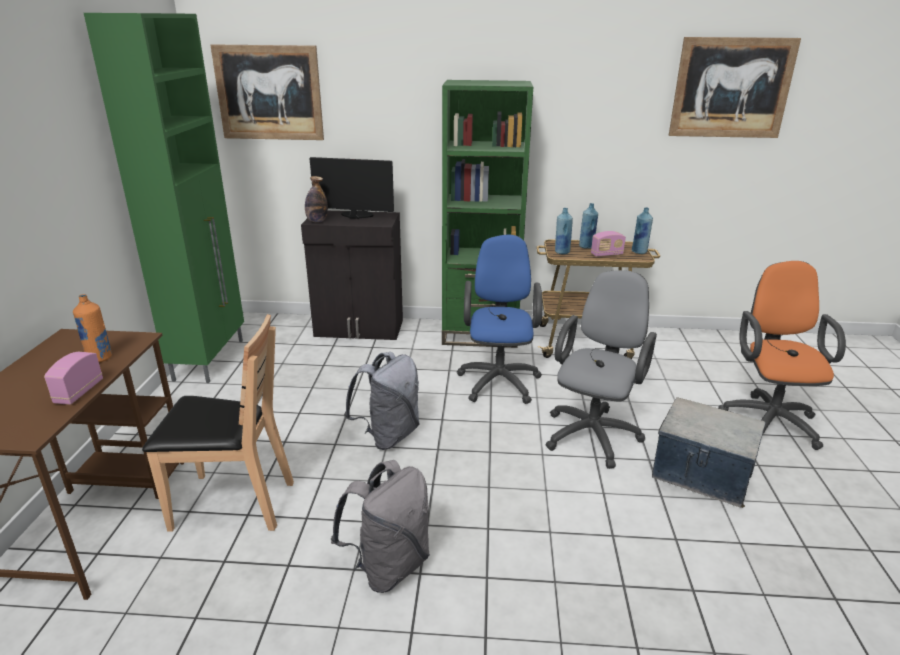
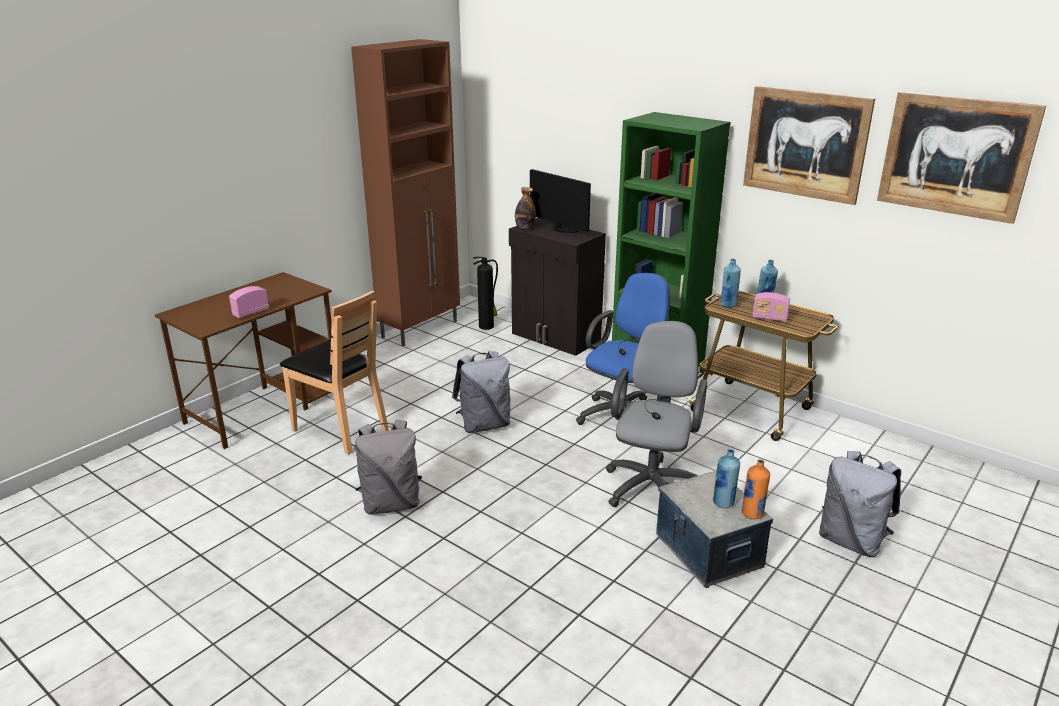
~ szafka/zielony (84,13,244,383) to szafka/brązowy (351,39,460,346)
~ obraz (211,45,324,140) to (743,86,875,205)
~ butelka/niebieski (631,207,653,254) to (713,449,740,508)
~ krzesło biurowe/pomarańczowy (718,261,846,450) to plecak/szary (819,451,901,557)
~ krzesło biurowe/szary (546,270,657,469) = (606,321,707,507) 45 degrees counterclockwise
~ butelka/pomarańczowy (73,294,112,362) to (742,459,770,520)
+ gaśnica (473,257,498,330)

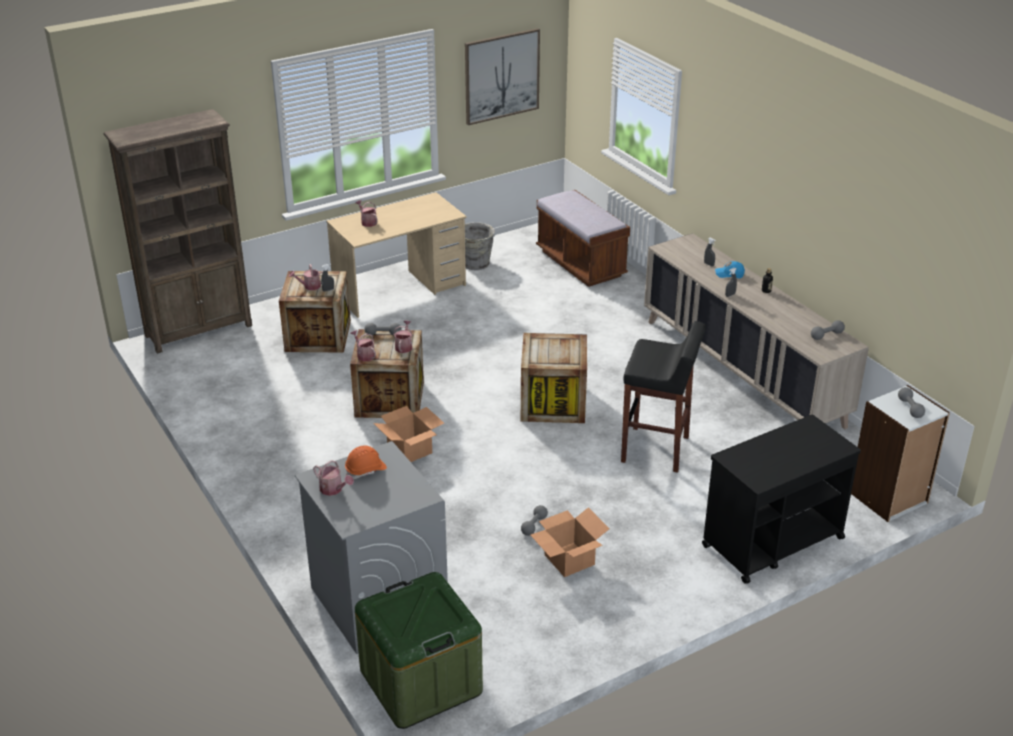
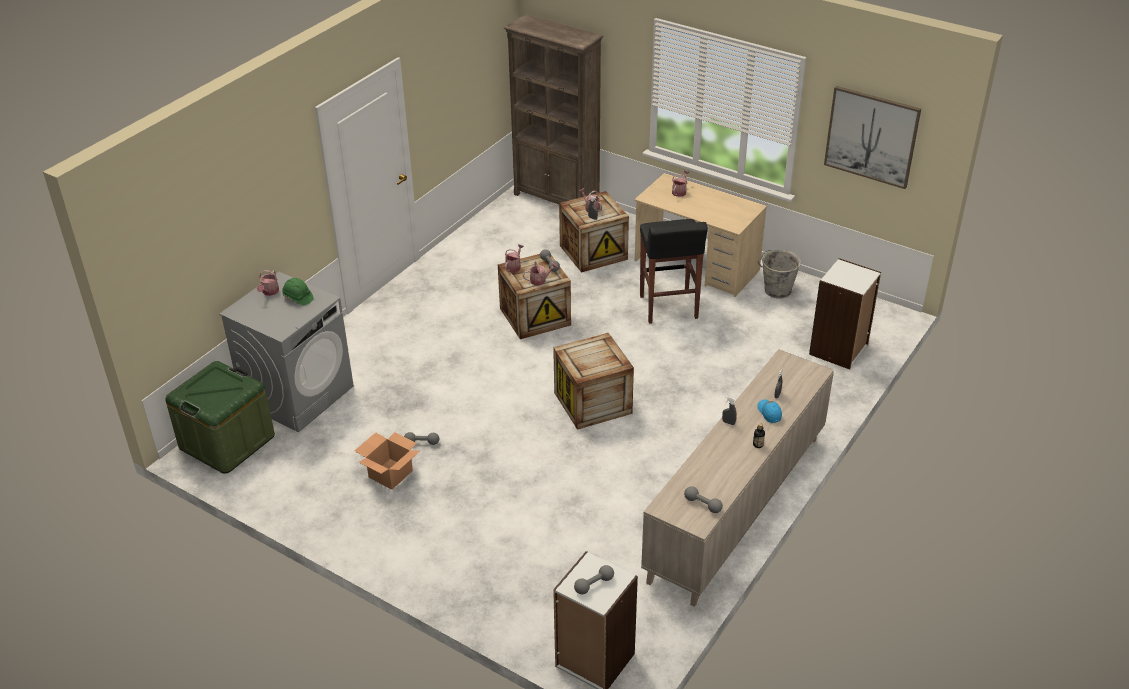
~ ławka/brązowy (536,190,630,287) to regał/biały (809,258,881,370)
~ stołek/czarny (621,321,706,473) to (640,219,708,324)
- karton (373,406,444,462)
- wózek/czarny (702,415,861,584)
~ kask/pomarańczowy (345,446,387,479) to kask/zielony (282,278,314,305)

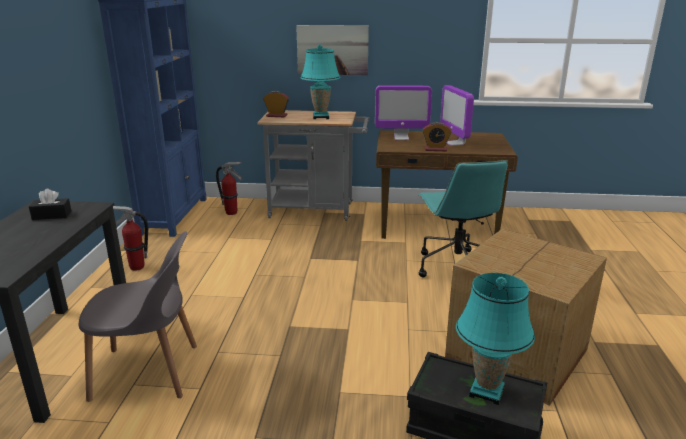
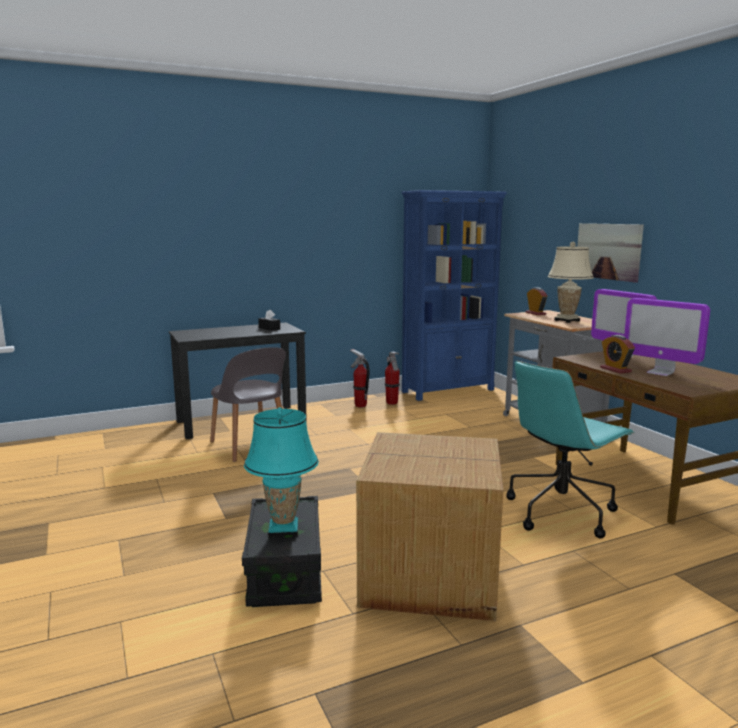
~ lampa stołowa/turkusowy (301,45,340,119) to lampa stołowa/beżowy (547,242,594,323)
~ monitor (440,85,474,146) = (624,298,710,376) 90 degrees counterclockwise
~ gaśnica (216,162,242,215) to (385,352,400,405)

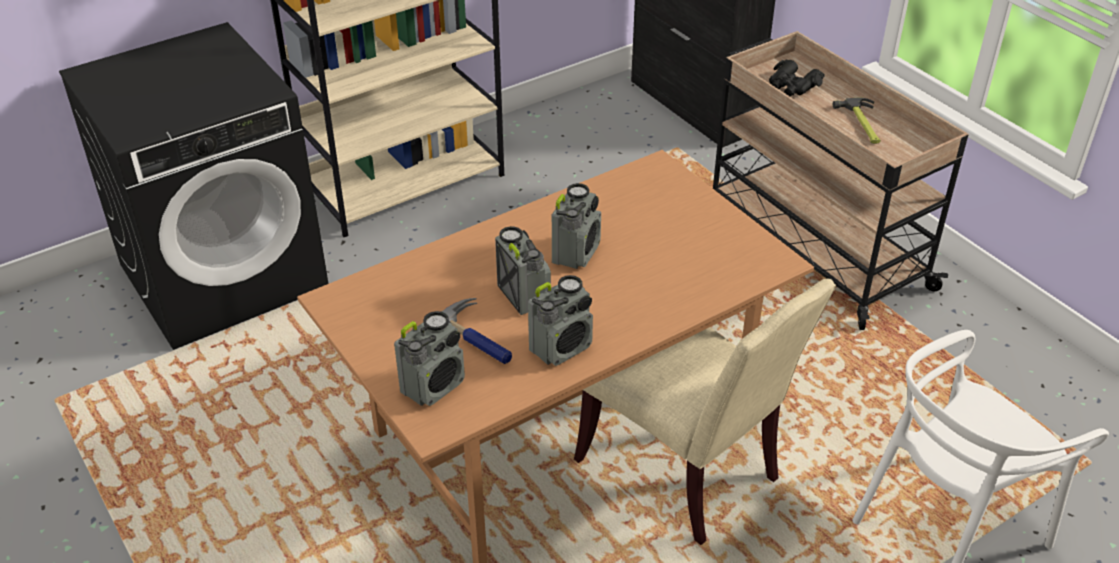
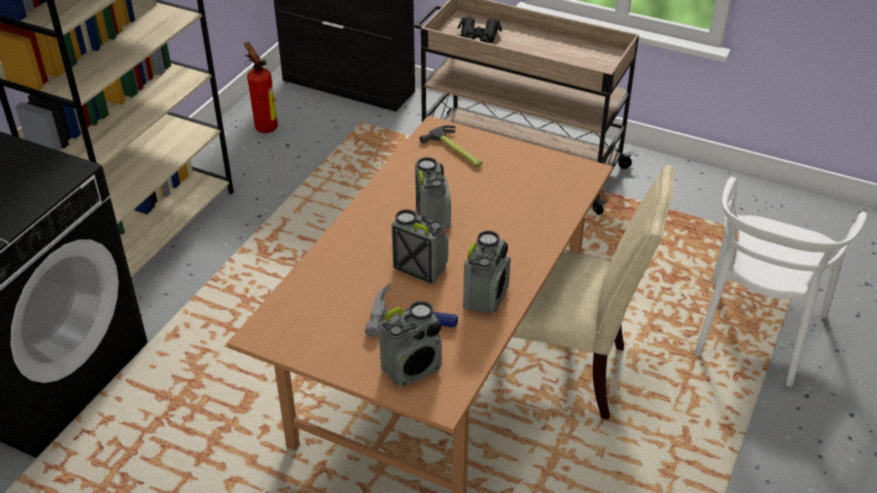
~ młotek (833,98,881,144) to (419,125,483,167)
~ radio (394,311,465,406) = (379,301,442,387) 45 degrees clockwise
+ gaśnica (244,41,278,133)

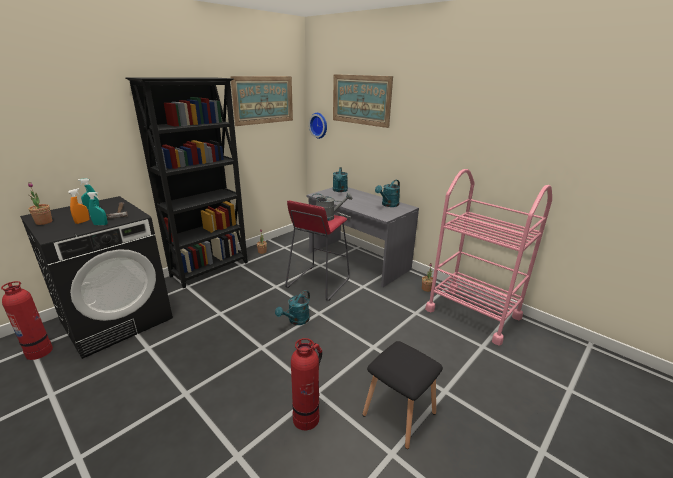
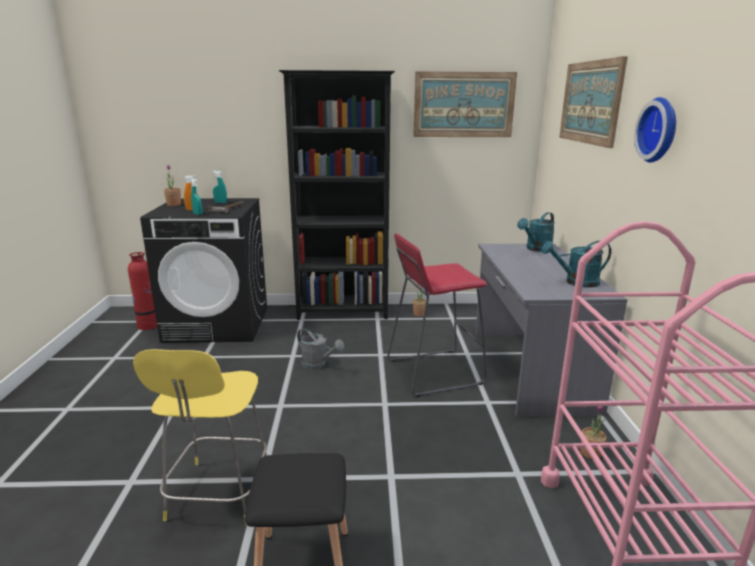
~ zegar ścienny (309,113,327,139) to (634,97,676,163)
~ konewka/szary (310,192,352,221) to (297,328,345,370)
- konewka/turkusowy (275,290,310,325)
~ gaśnica (291,338,322,431) to stołek/żółty (133,349,267,525)

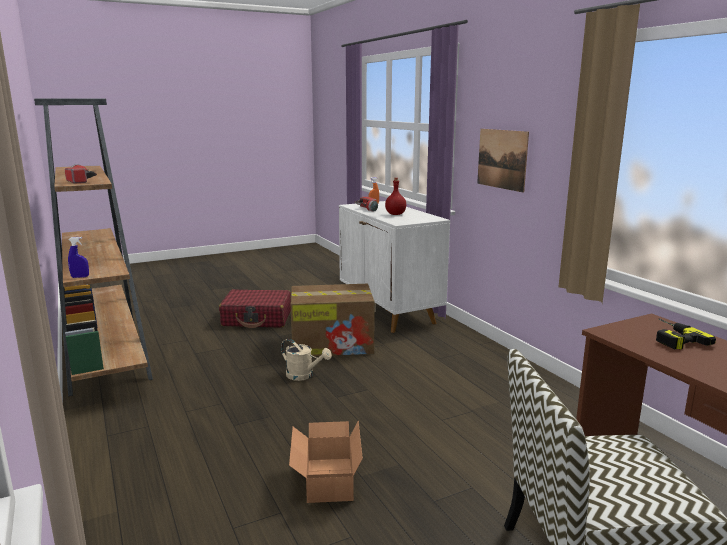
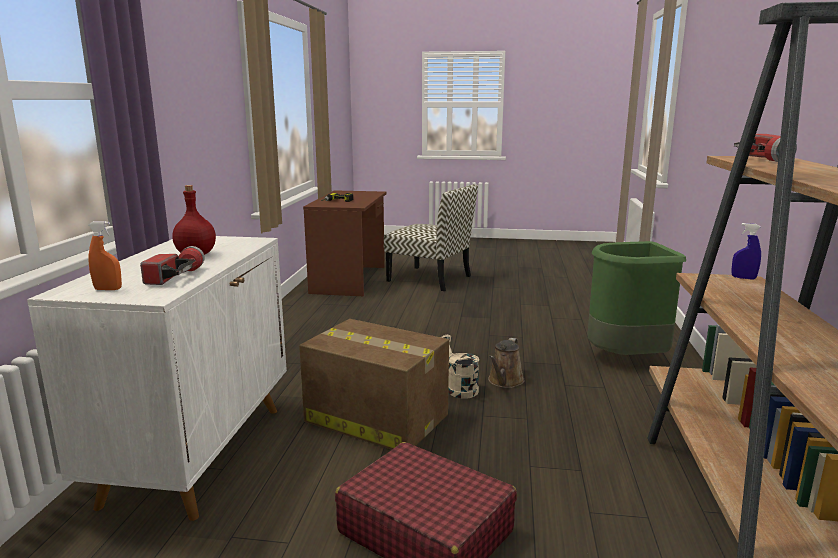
- obraz (477,129,529,193)
- karton (289,421,363,503)
+ kosz na śmieci/zielony (587,241,686,355)
+ konewka/brązowy (488,338,525,388)

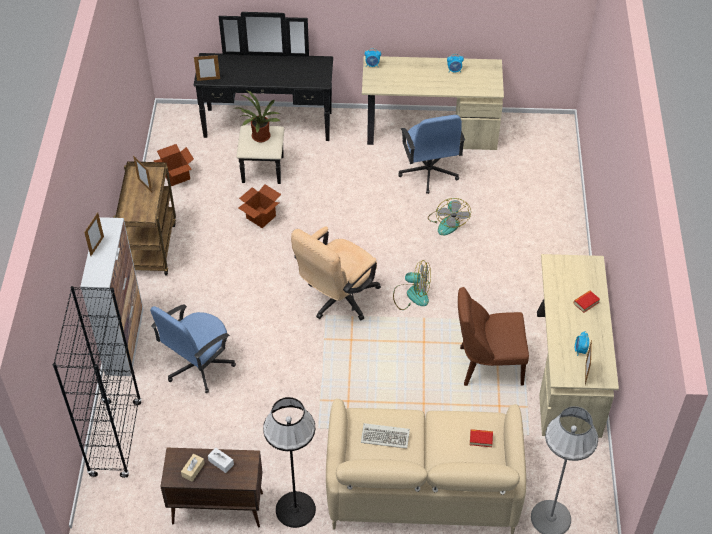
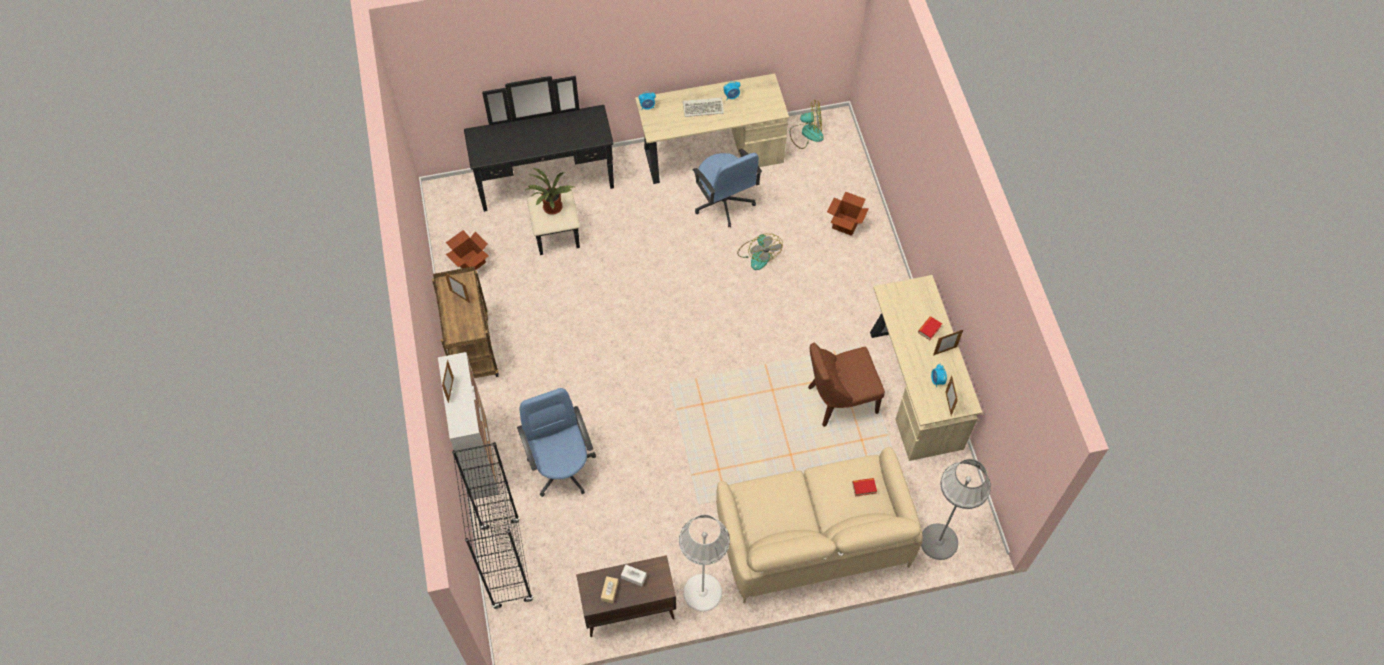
~ ramka na zdjęcie (194,55,220,81) to (933,330,963,356)
~ karton (238,184,281,228) to (827,191,869,236)
- krzesło biurowe/beżowy (291,226,381,320)
~ wentylator (393,260,431,310) to (790,100,824,149)
~ krzesło biurowe/niebieski (150,304,236,393) = (517,388,596,497) 135 degrees clockwise
~ lampa stojąca/czarny (263,397,316,528) to lampa stojąca/biały (679,514,730,612)
~ klawiatura (361,423,410,449) to (683,97,724,117)

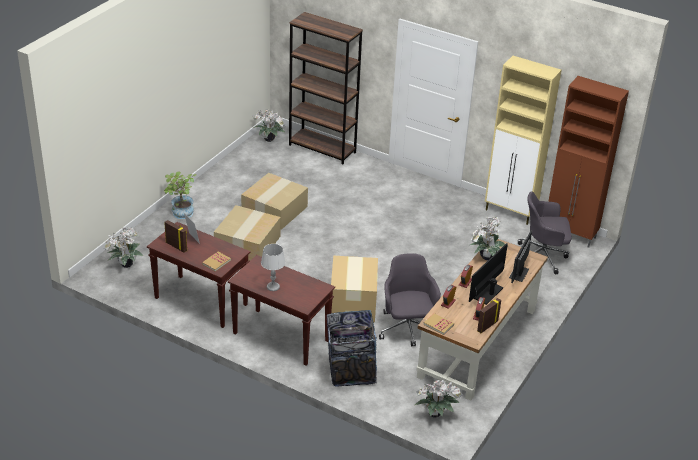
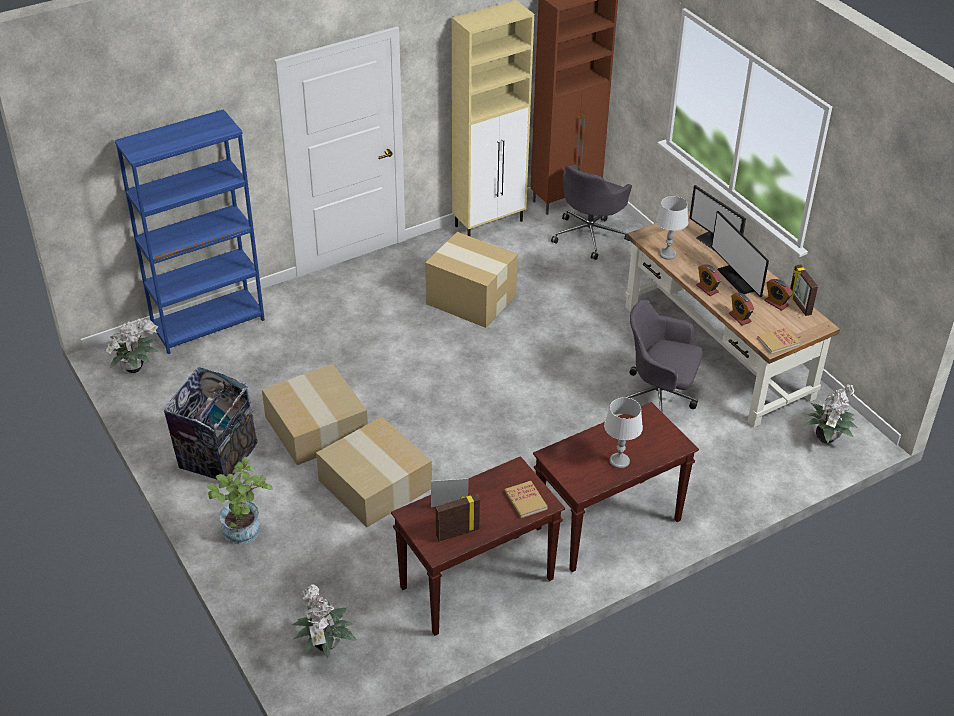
~ regał/brązowy (289,12,363,164) to regał/niebieski (115,109,265,354)
~ roślina doniczkowa (470,216,509,260) to lampa stołowa/szary (656,196,688,260)
~ karton (331,256,378,322) to (425,232,518,328)
~ kosz na śmieci (327,310,377,387) to (164,367,258,480)

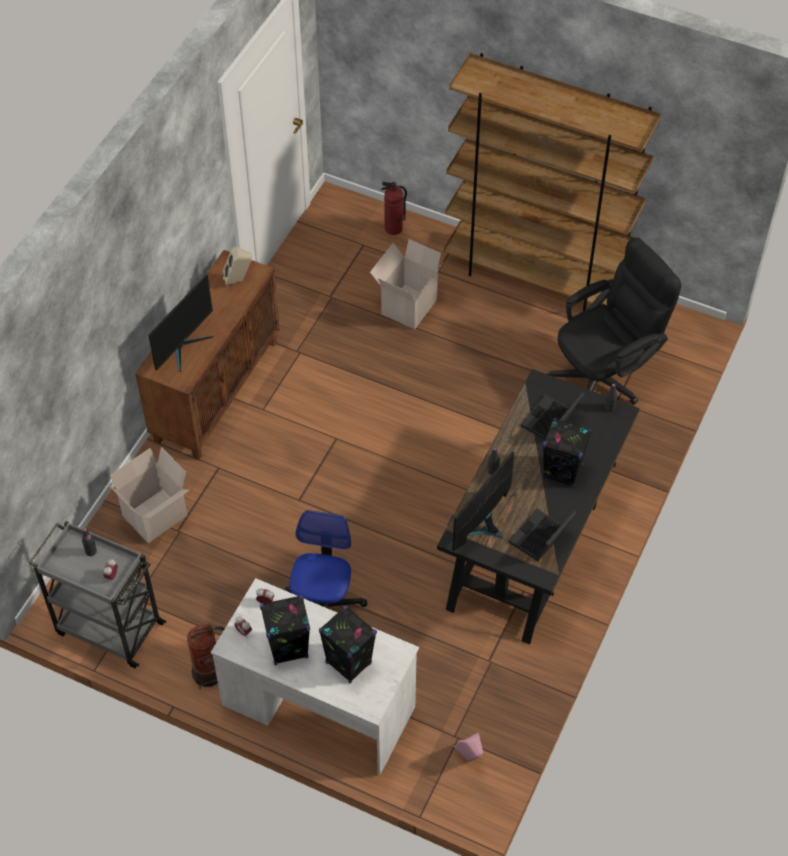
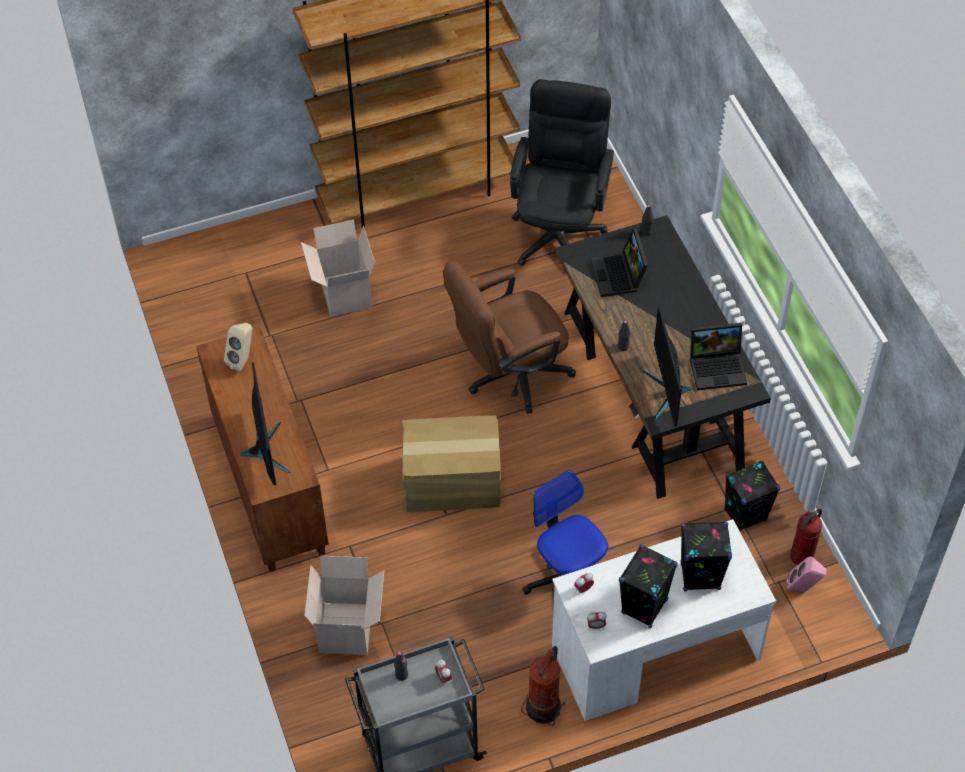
~ gaśnica (381,182,407,235) to (790,509,822,565)
~ głośnik/czarny (543,418,592,487) to (724,461,780,531)
~ laptop (508,509,577,561) = (690,323,747,390) 90 degrees counterclockwise
+ krzesło biurowe/brązowy (443,260,576,414)
+ karton (401,416,501,512)

